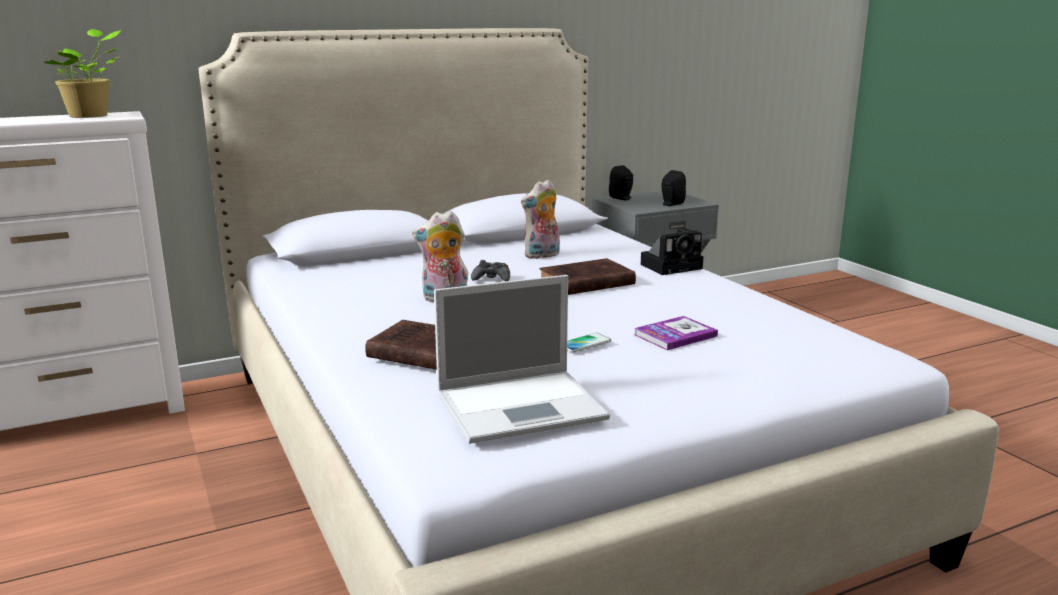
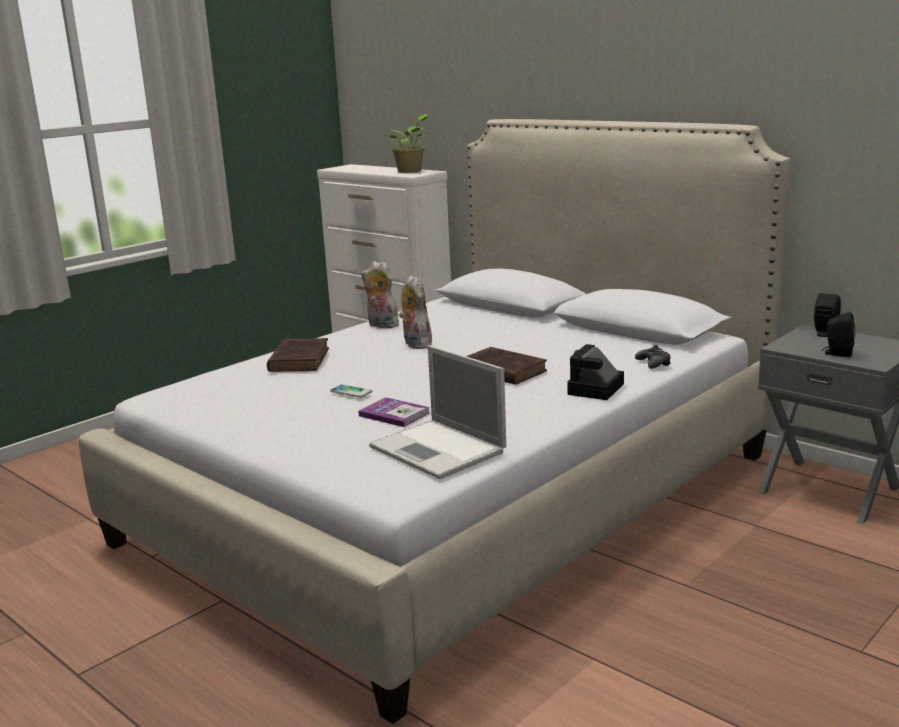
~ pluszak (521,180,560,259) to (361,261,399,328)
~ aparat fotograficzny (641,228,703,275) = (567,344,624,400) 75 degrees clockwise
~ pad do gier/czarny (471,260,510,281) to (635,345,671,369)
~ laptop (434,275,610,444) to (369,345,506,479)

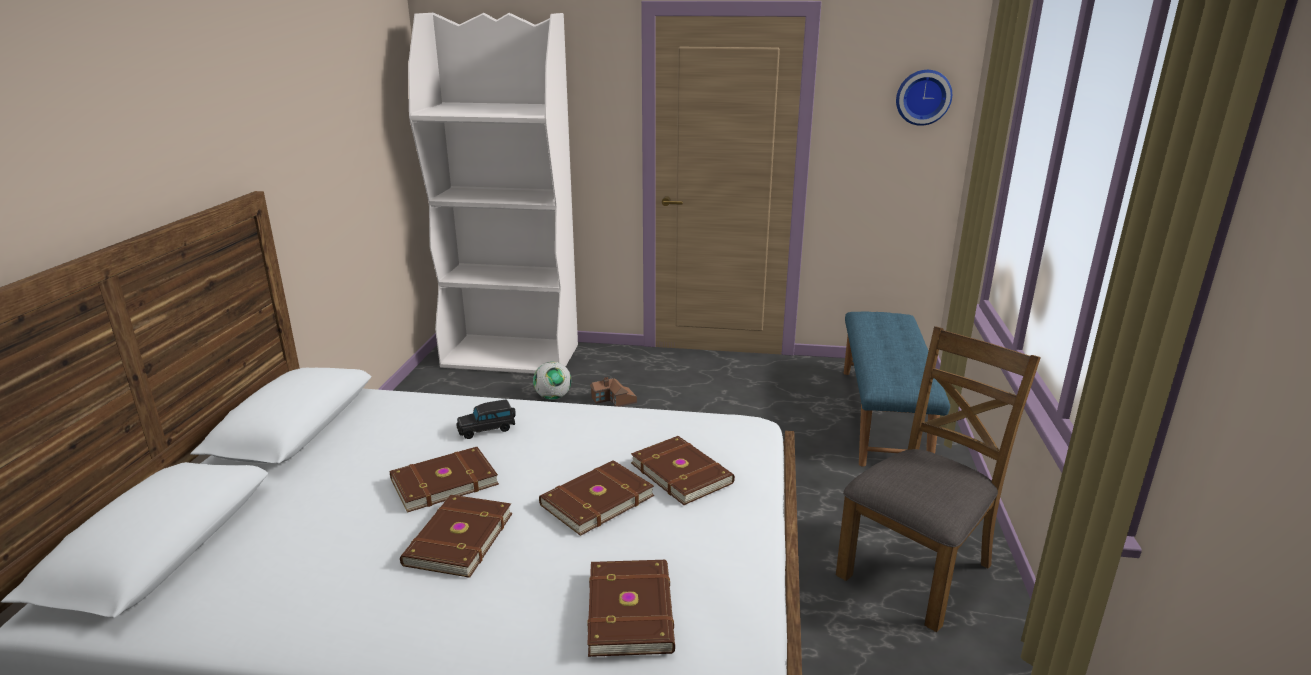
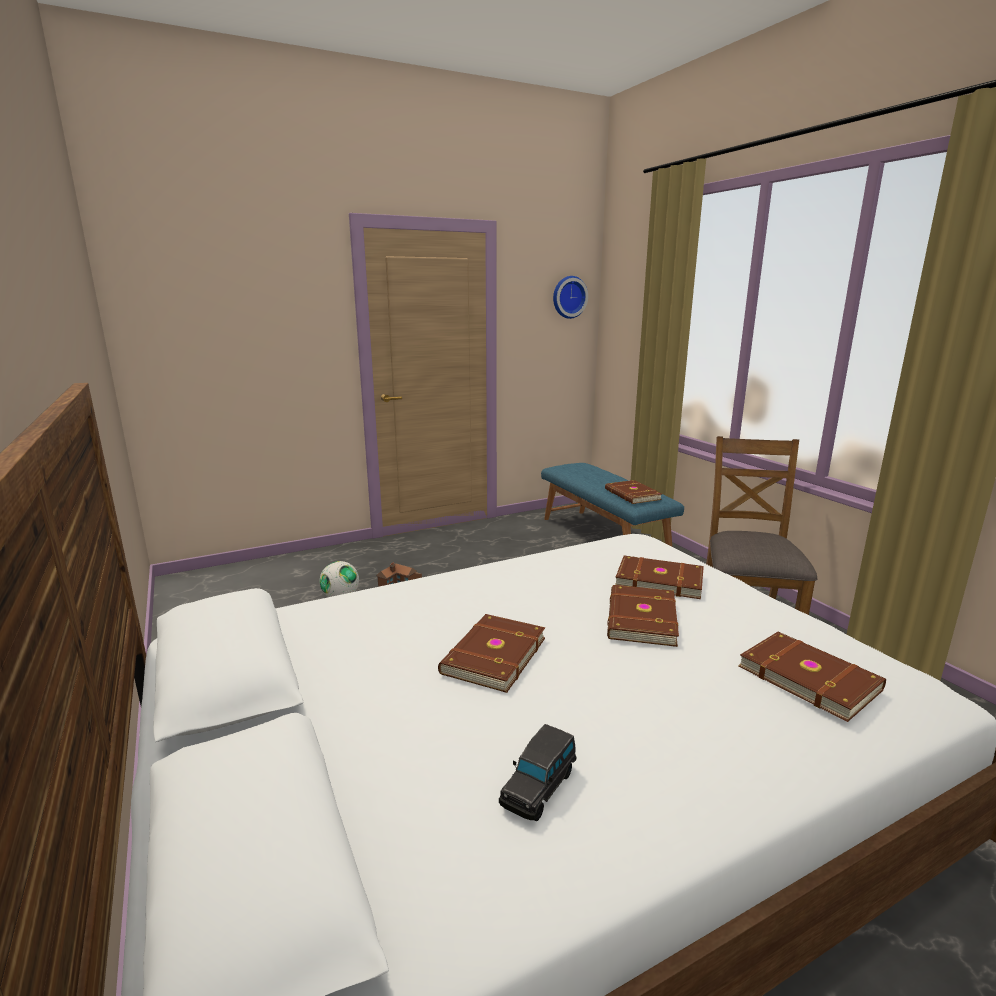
- regał/biały (408,13,578,374)
~ samochodzik/czarny (456,399,516,439) to (499,724,576,821)
~ książka/brązowy (400,495,512,578) to (605,480,662,504)

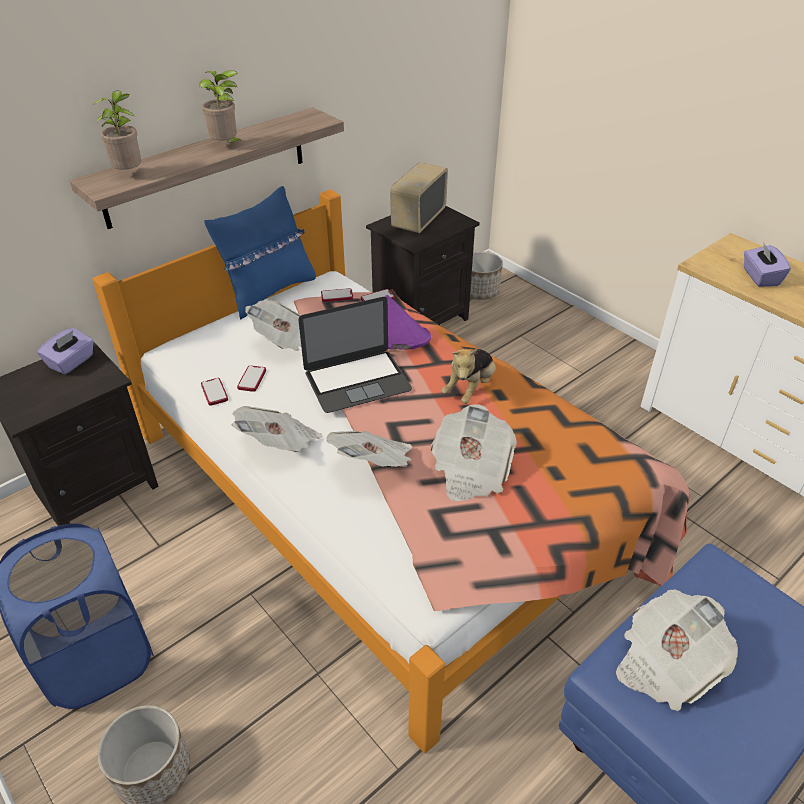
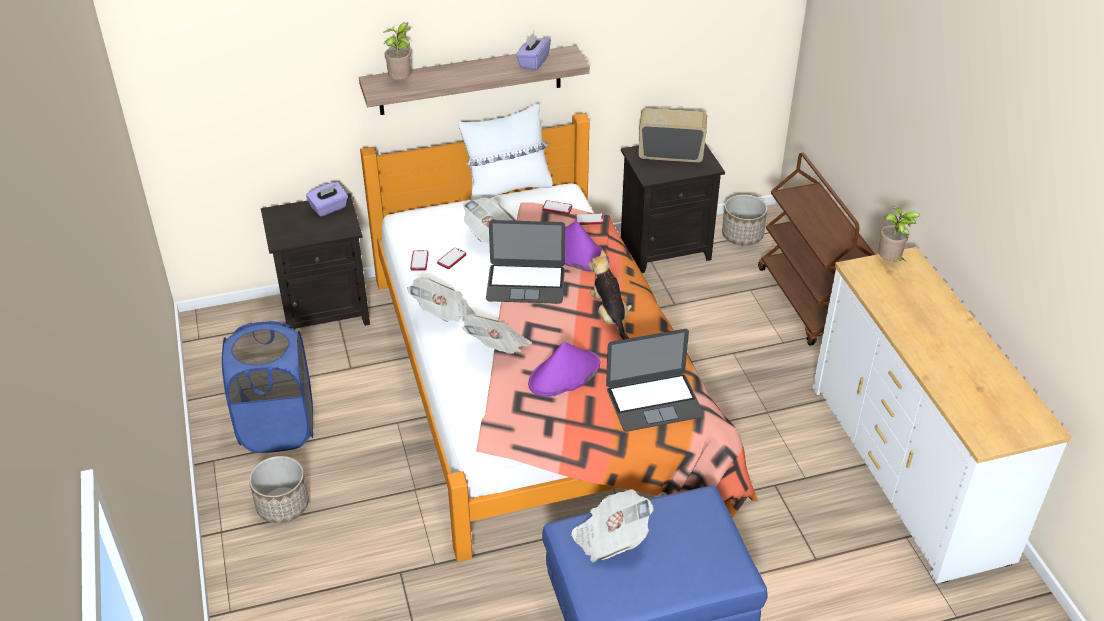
~ roślina doniczkowa (199,70,243,143) to (878,206,920,262)
~ radio (390,162,448,233) = (639,108,707,163) 45 degrees clockwise
~ poduszka/niebieski (204,186,316,320) to poduszka/biały (458,103,553,200)
~ pudełko chusteczek/fioletowy (744,244,791,287) to (516,32,551,71)
~ pluszak (442,349,496,404) = (588,250,632,339) 105 degrees clockwise
~ gazeta (431,404,517,501) to kapelusz/fioletowy (528,342,600,397)
+ wózek/brązowy (758,153,876,346)
+ laptop (606,329,704,432)

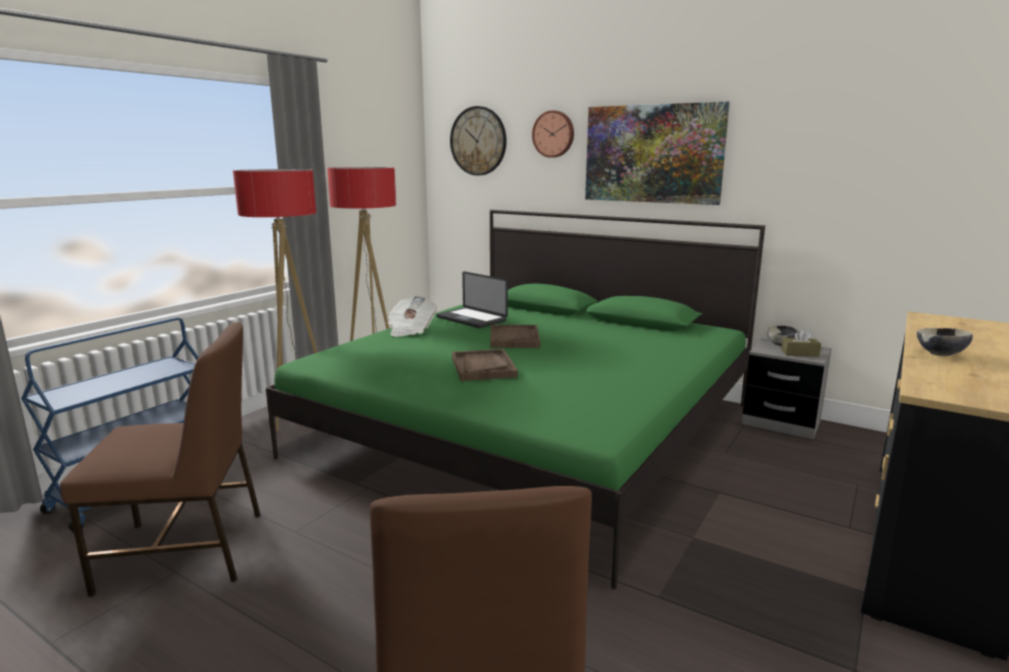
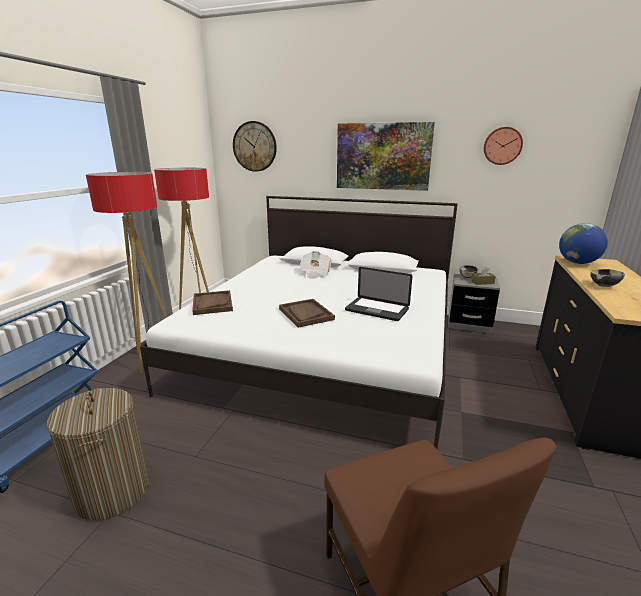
~ zegar ścienny (532,110,574,158) to (484,127,523,165)
~ łóżko/zielony (266,210,765,589) to łóżko/biały (140,196,458,450)
~ laptop (436,271,508,328) to (345,267,412,321)
~ gazeta (388,296,438,337) to (300,251,332,279)
~ krzesło/brązowy (60,322,261,597) to kosz na pranie (47,388,149,521)
~ taca/brązowy (490,325,540,348) to (192,290,233,315)
+ globus (559,223,608,264)

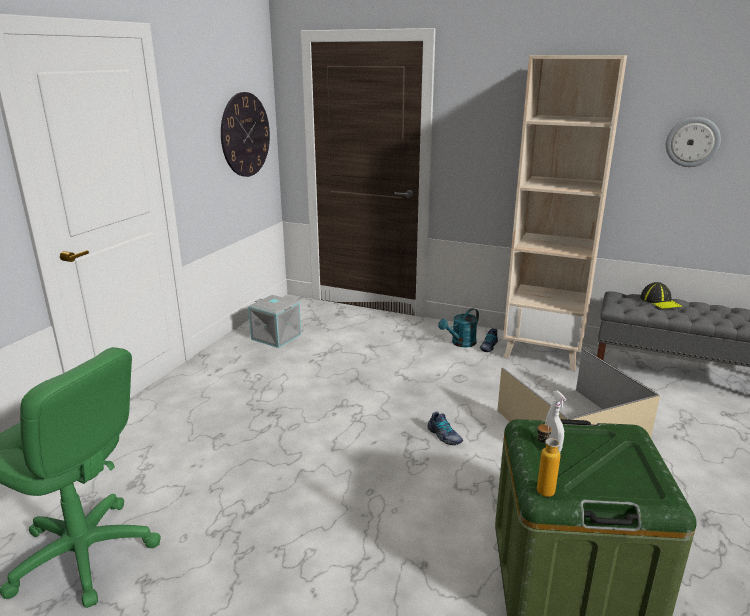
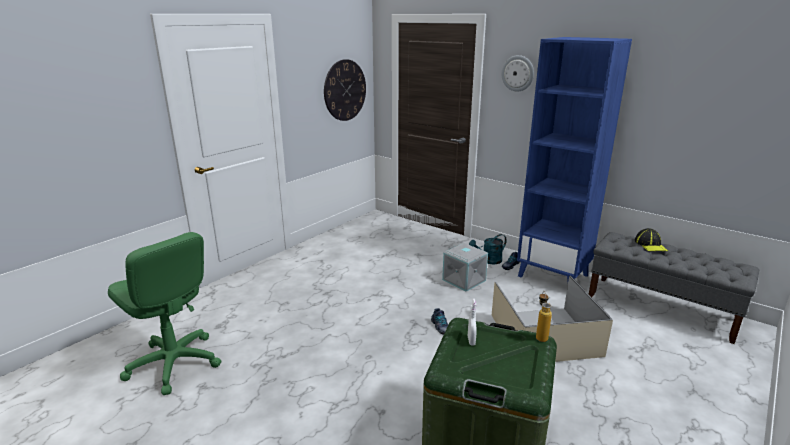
~ regał/beżowy (503,55,627,371) to regał/niebieski (517,37,632,281)
~ zegar ścienny (666,117,721,167) to (501,55,534,91)
~ pojemnik do przechowywania/szary (248,295,301,348) to (442,243,488,292)
~ butelka (537,420,560,497) to (536,291,552,342)

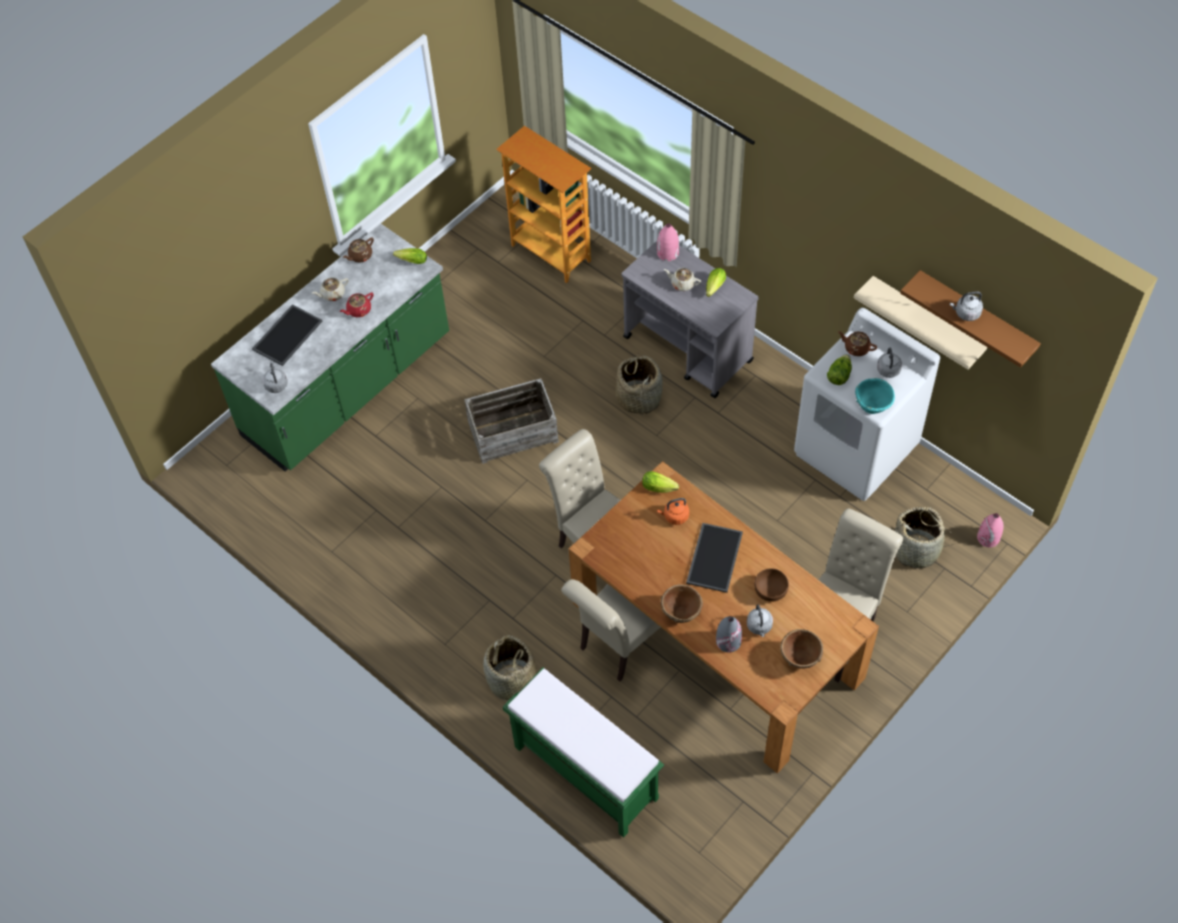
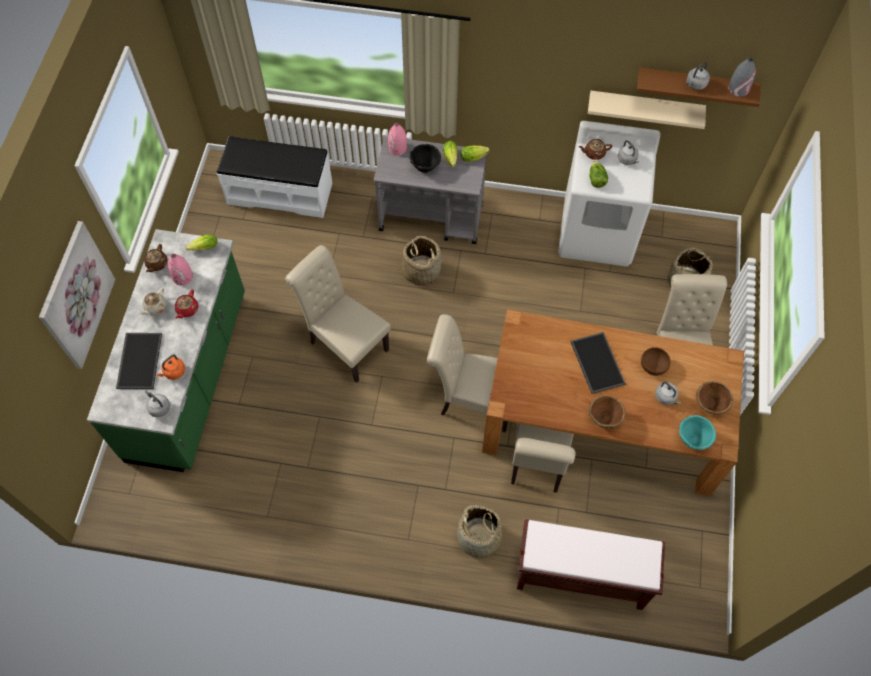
~ regał (496,126,592,283) to ławka/biały (217,136,332,218)
~ imbryk/beżowy (664,268,701,291) to miska/czarny (410,144,441,173)
~ skrzynka (464,378,559,464) to krzesło/beżowy (285,245,391,383)
~ miska/turkusowy (855,378,895,414) to (679,415,716,450)
~ sałata (642,471,679,493) to (461,146,489,162)
~ czajnik/pomarańczowy (657,498,689,525) to (156,355,185,380)
~ wazon/różowy (977,513,1003,547) to (168,254,193,286)
~ wazon/szary (716,616,742,652) to (728,58,756,97)
~ ławka/zielony (503,668,664,838) to ławka/brązowy (517,519,665,610)
+ obraz (39,221,115,369)

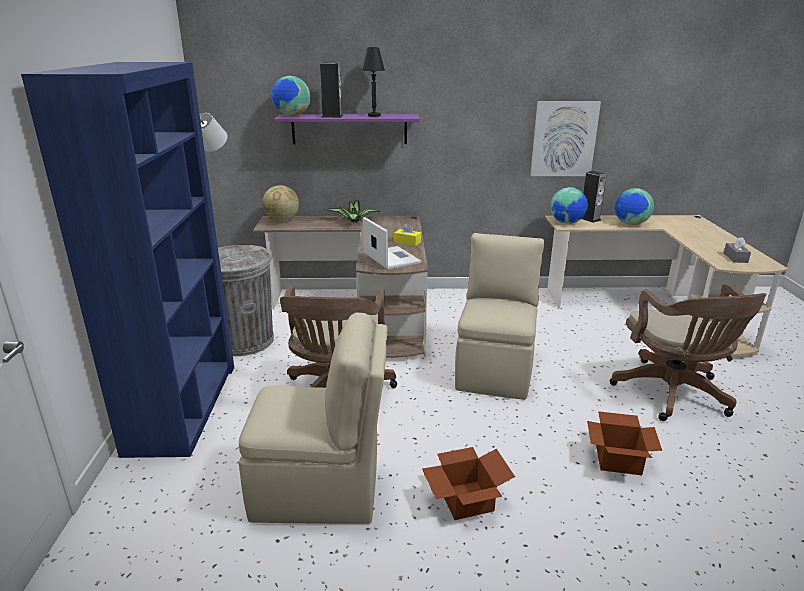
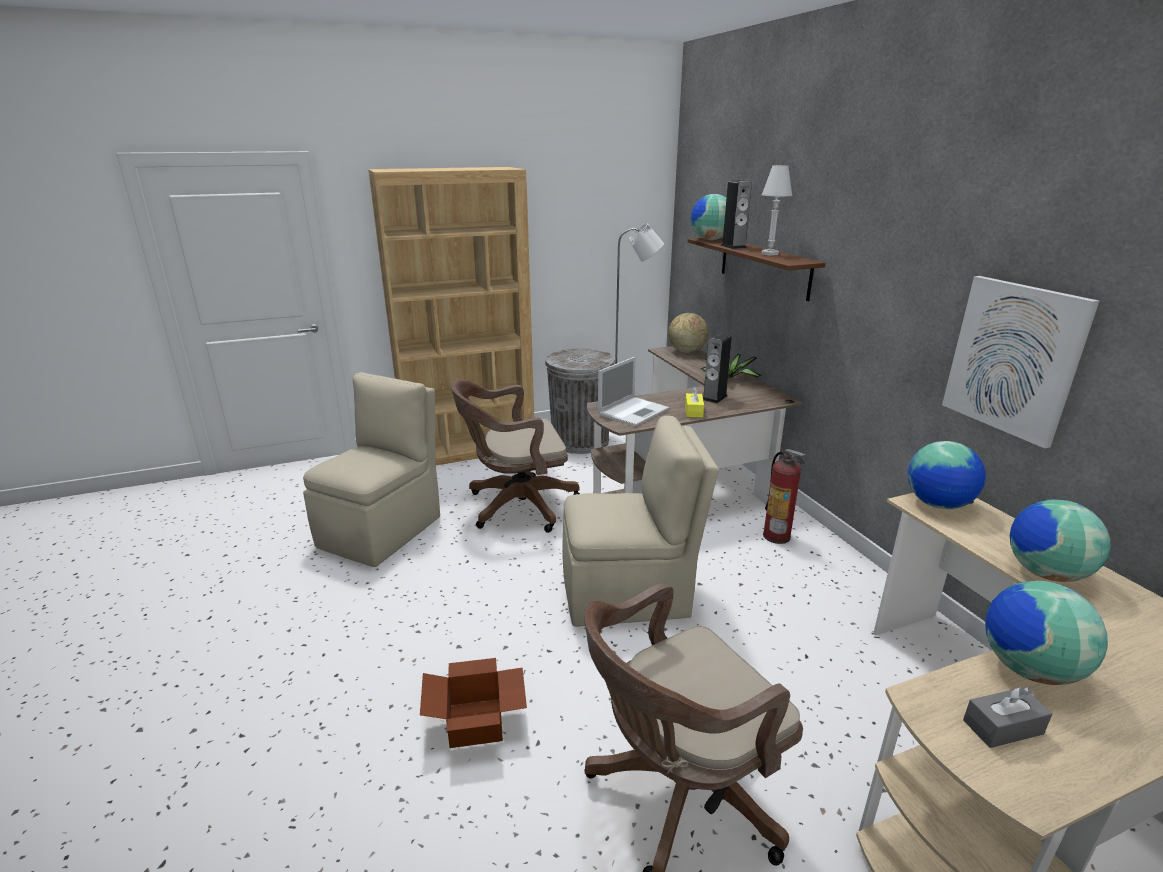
~ lampa stołowa/czarny (362,47,385,117) to lampa stołowa/biały (761,165,792,256)
~ regał/niebieski (21,62,234,458) to regał/brązowy (368,167,534,465)
~ półka/fioletowy (274,114,420,144) to półka/brązowy (688,238,825,301)
~ głośnik (582,171,607,223) to (703,333,732,403)
~ krzesło/beżowy (239,312,388,524) = (303,372,440,567) 135 degrees counterclockwise
- karton (422,447,515,520)
+ gaśnica (763,449,806,544)
+ globus (985,581,1108,685)

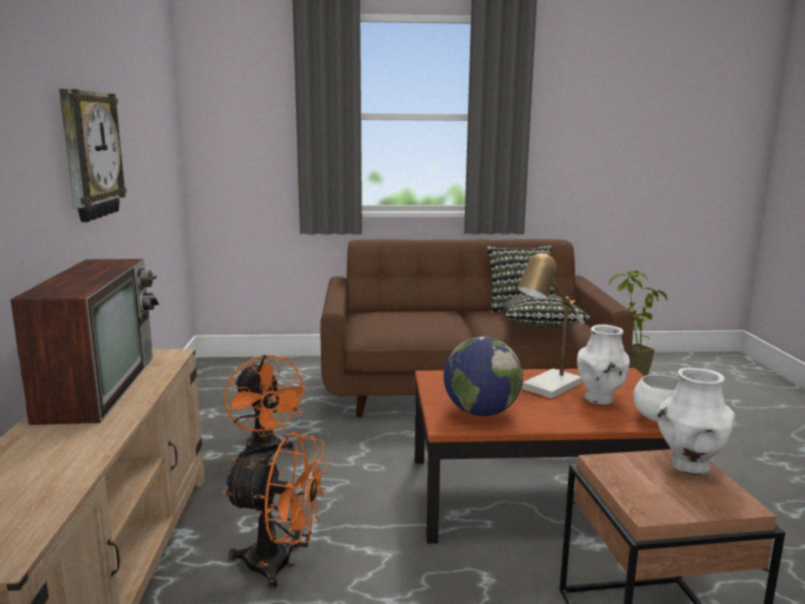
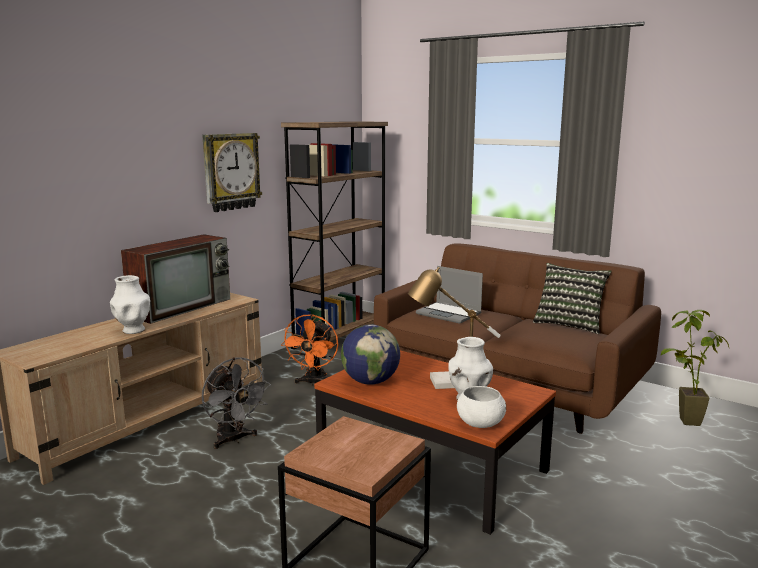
- poduszka (502,295,590,328)
~ wazon/biały (657,368,735,475) to (110,275,150,334)
~ wentylator/pomarańczowy (222,432,328,589) to wentylator/szary (202,357,271,449)
+ regał/brązowy (281,121,388,358)
+ laptop (416,266,483,324)

